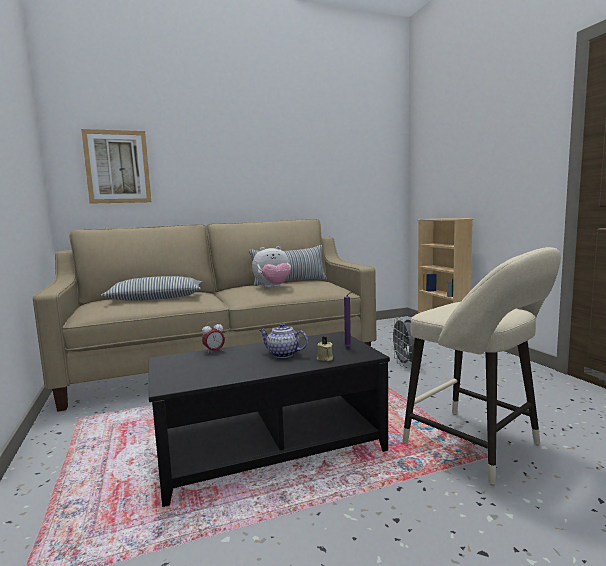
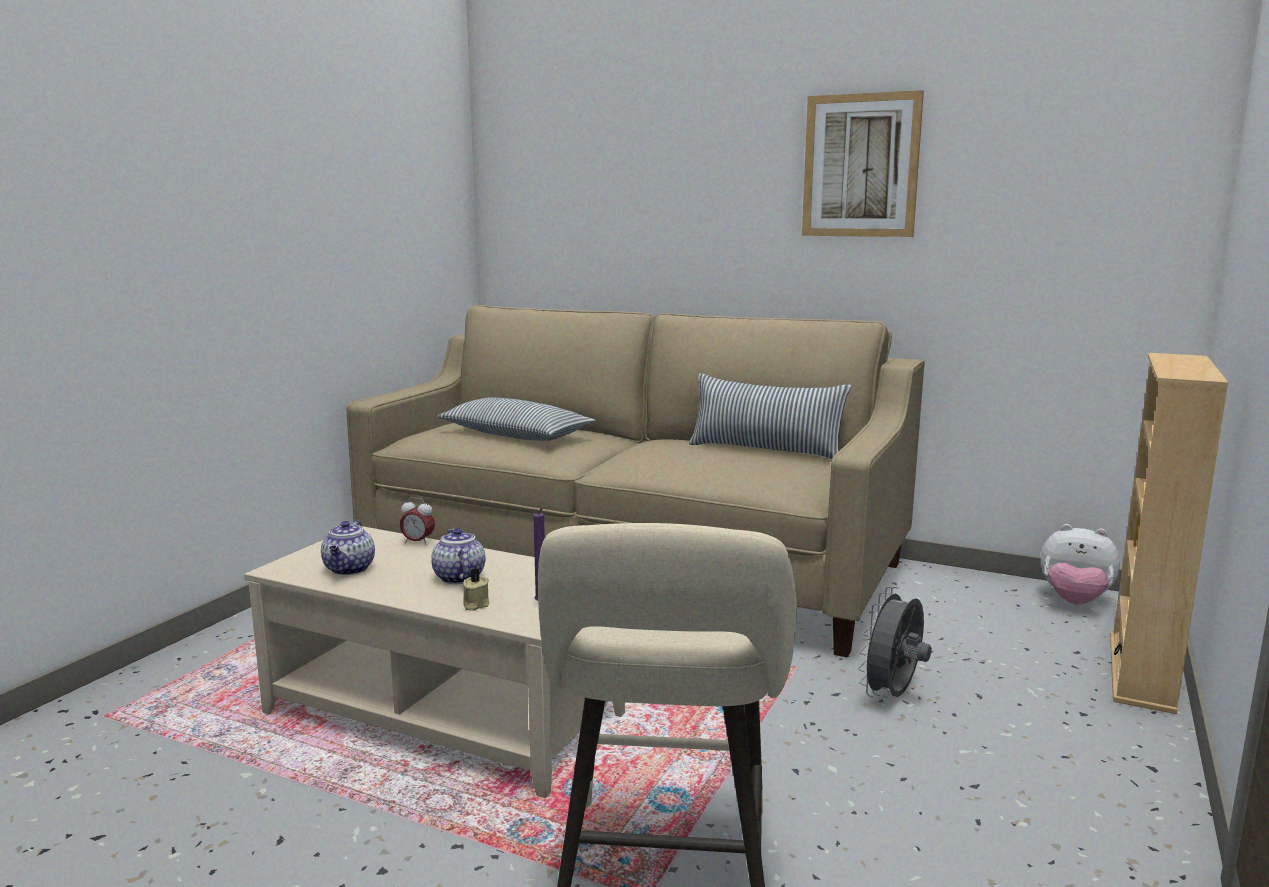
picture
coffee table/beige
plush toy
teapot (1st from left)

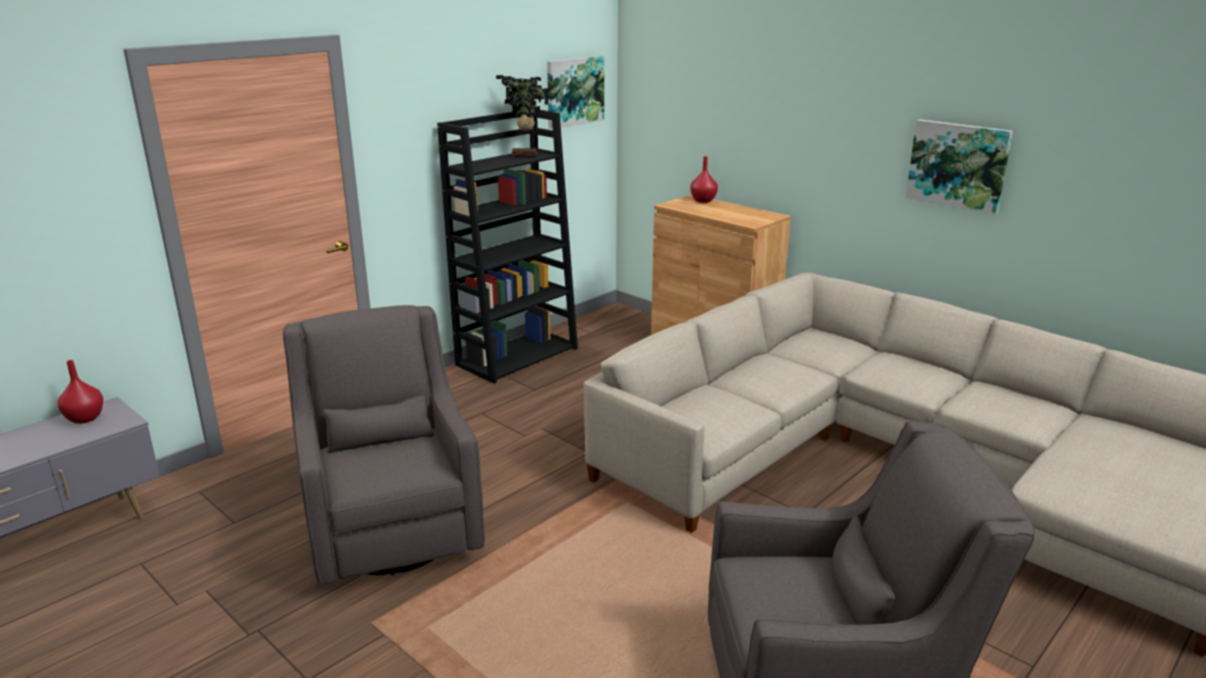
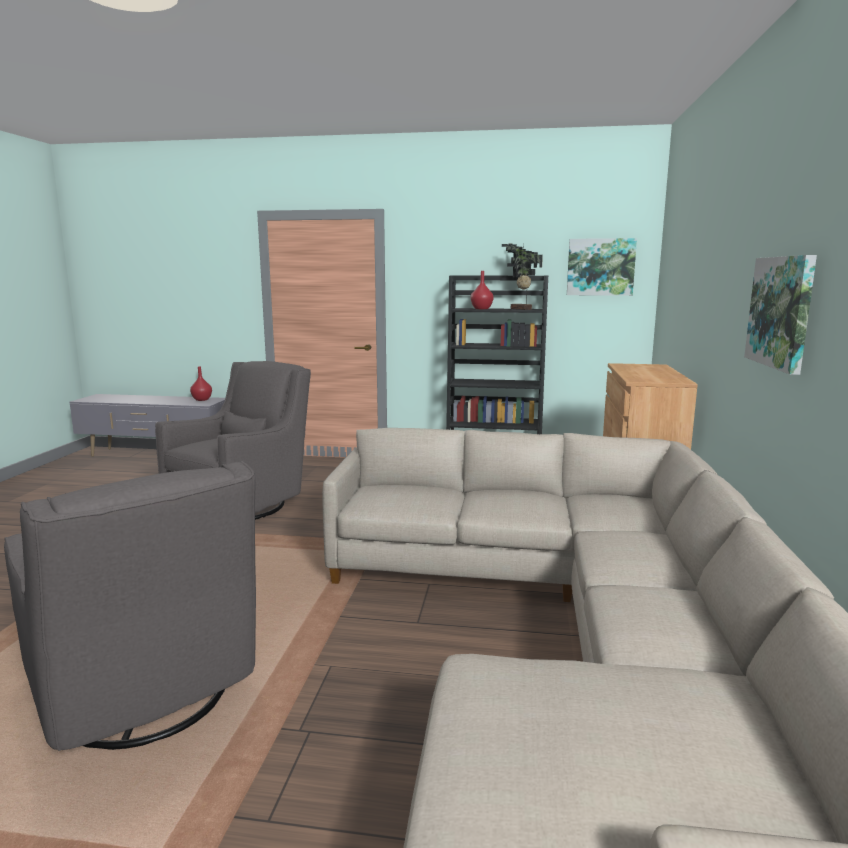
vase/red (2nd from left)

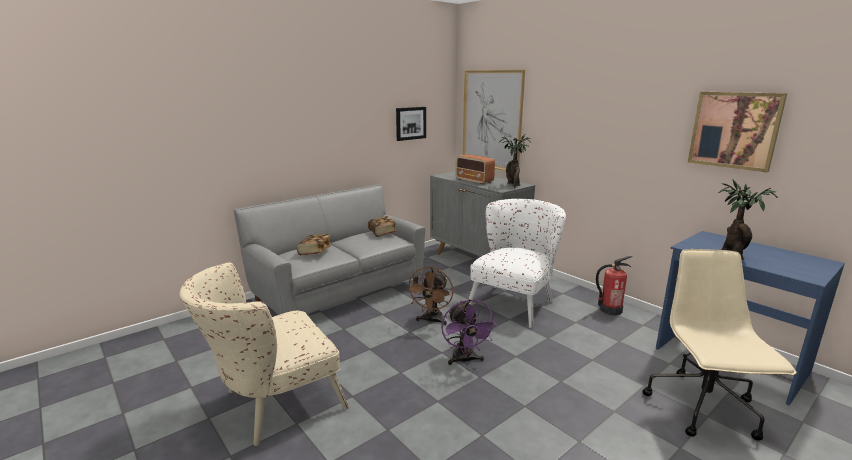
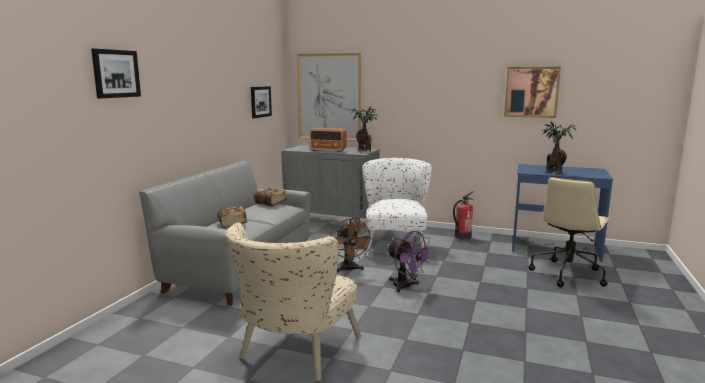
office chair/beige
picture (1st from left)

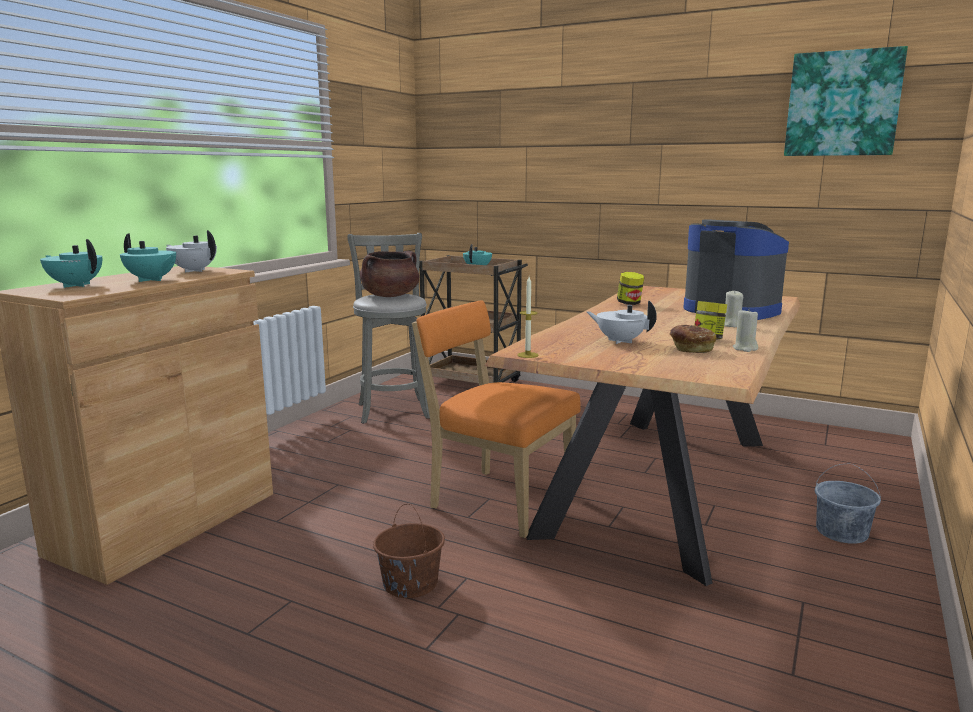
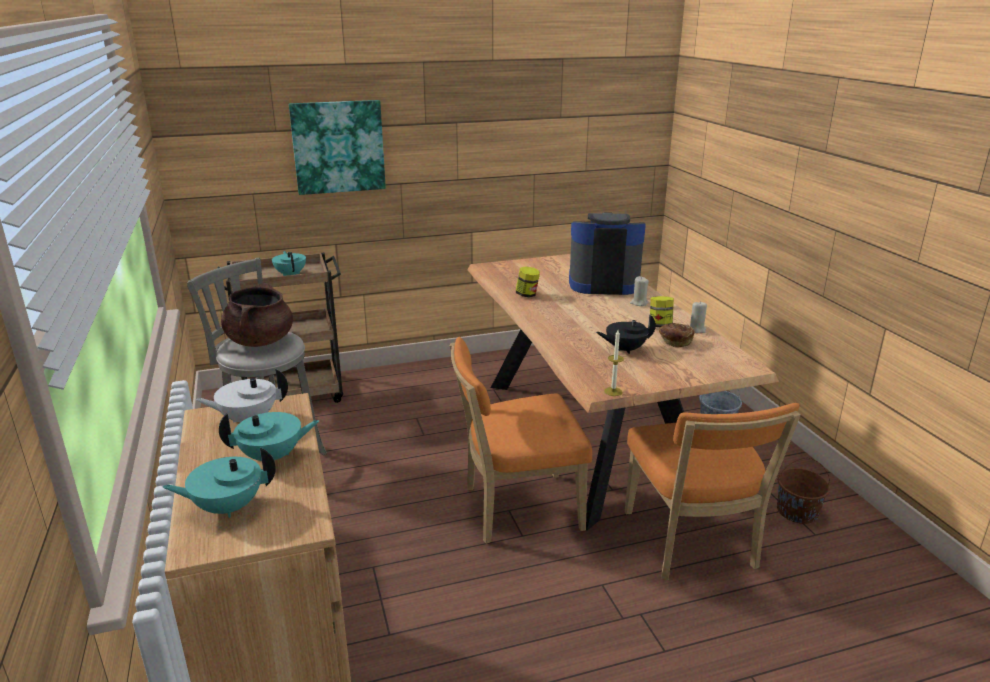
bucket/brown
teapot/black
picture
chair/orange (2nd from left)

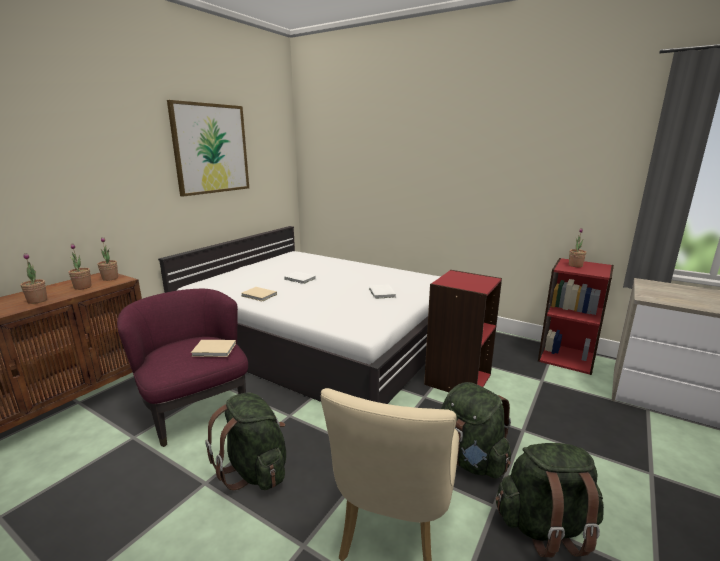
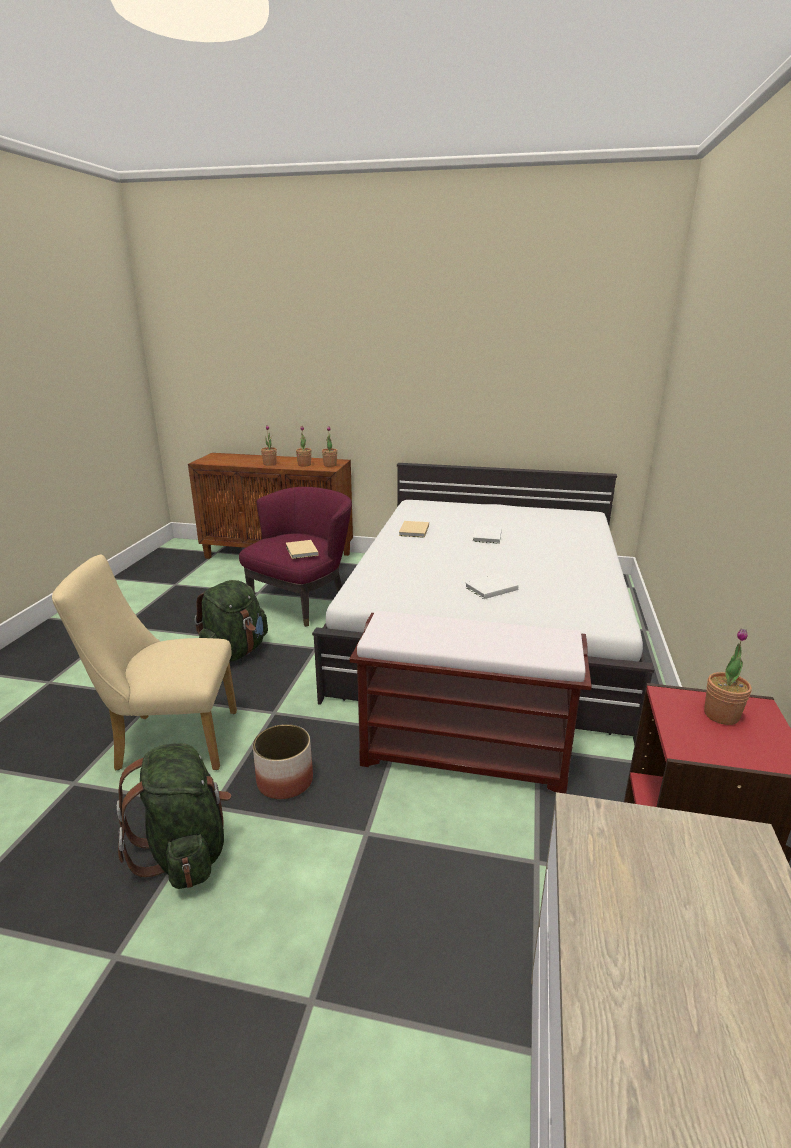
picture
bench/brown
planter

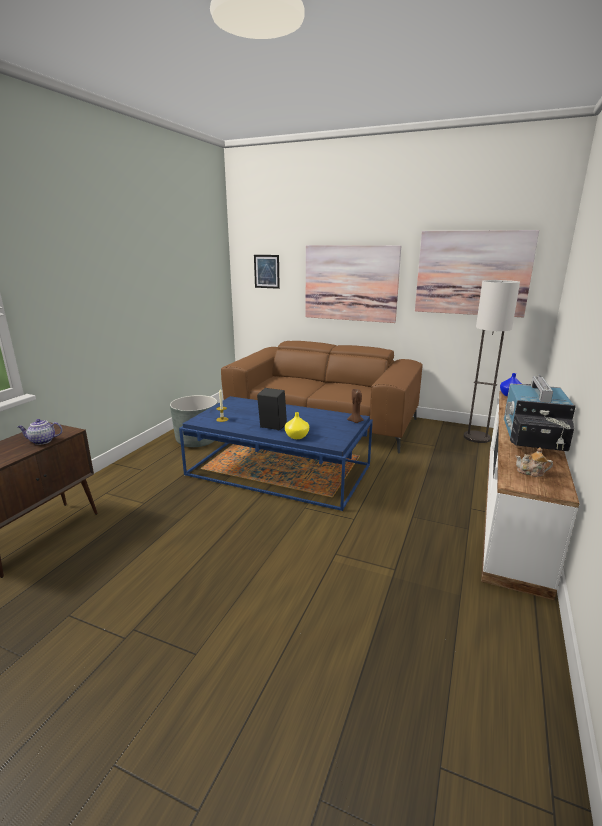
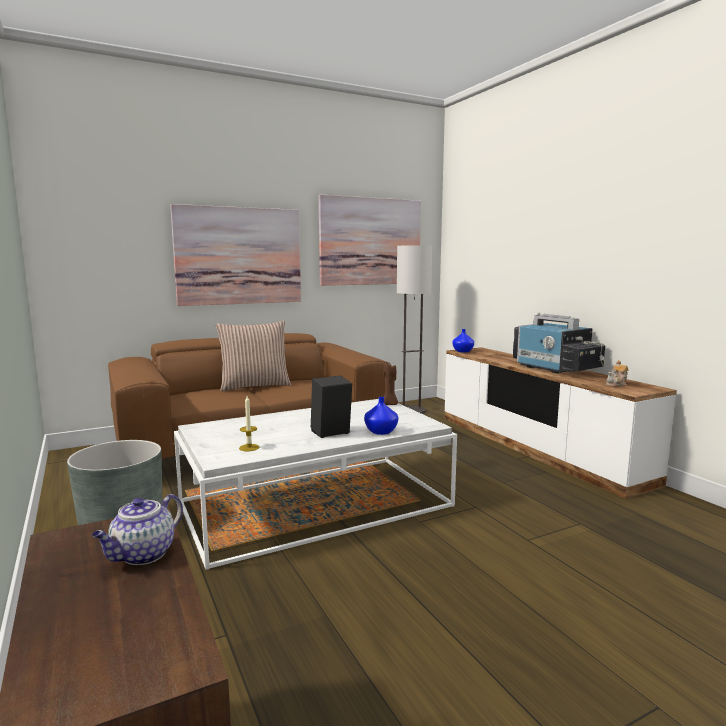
coffee table/white
picture (1st from left in the first image)
vase/blue (1st from left)
pillow

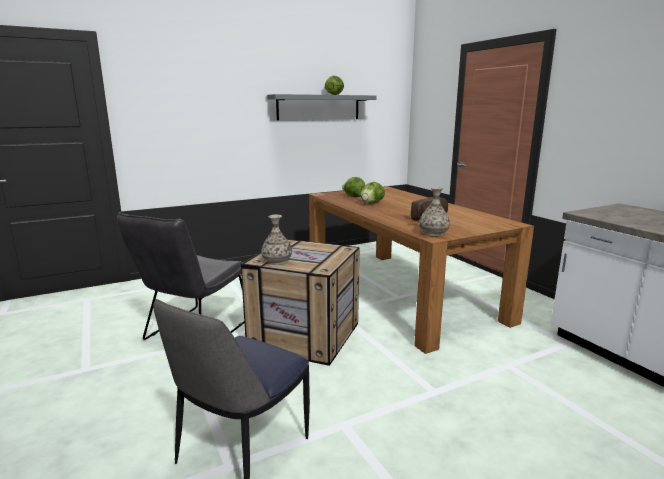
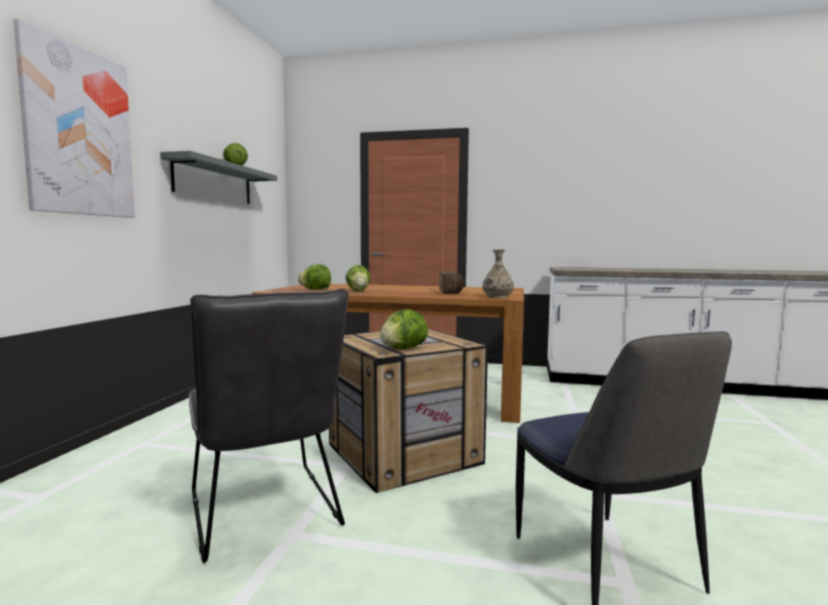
lettuce (4th from left)
picture

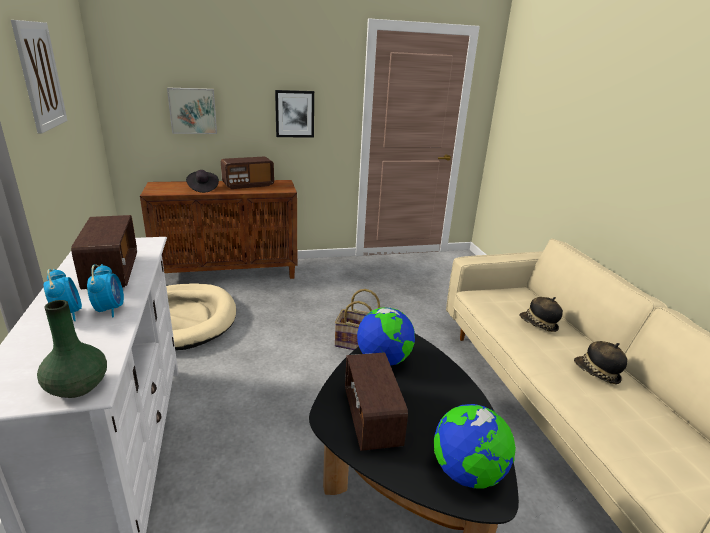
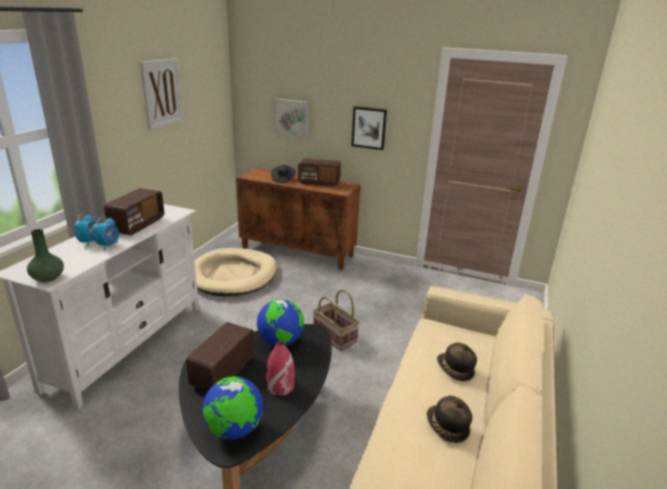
vase/red

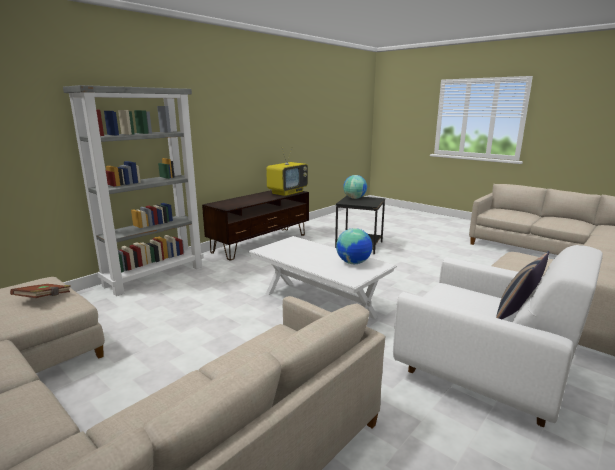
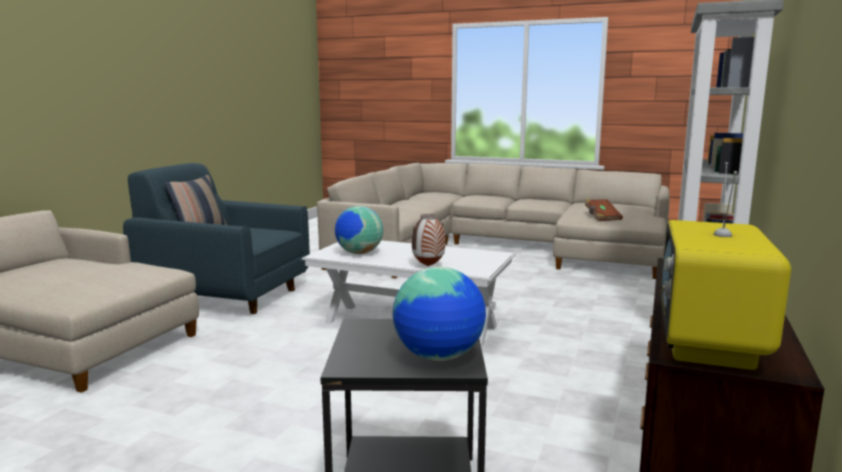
armchair/blue
vase

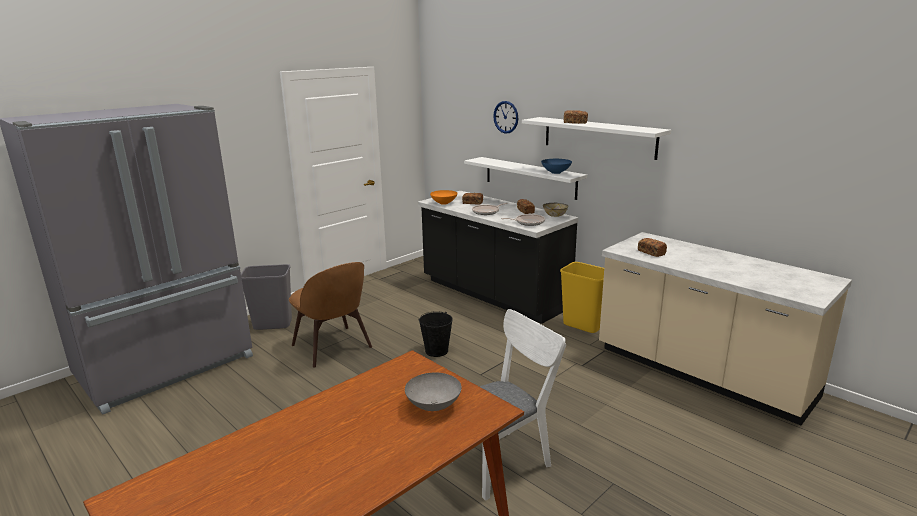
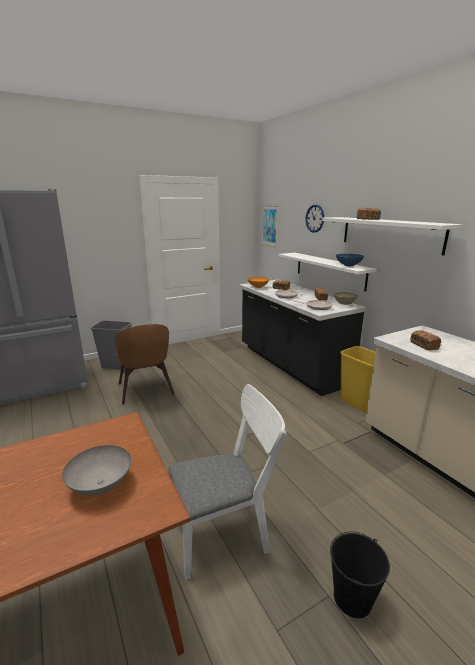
bucket/black
picture

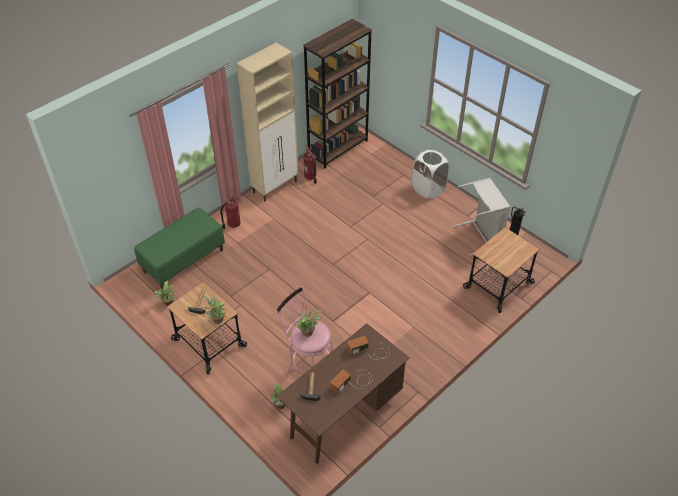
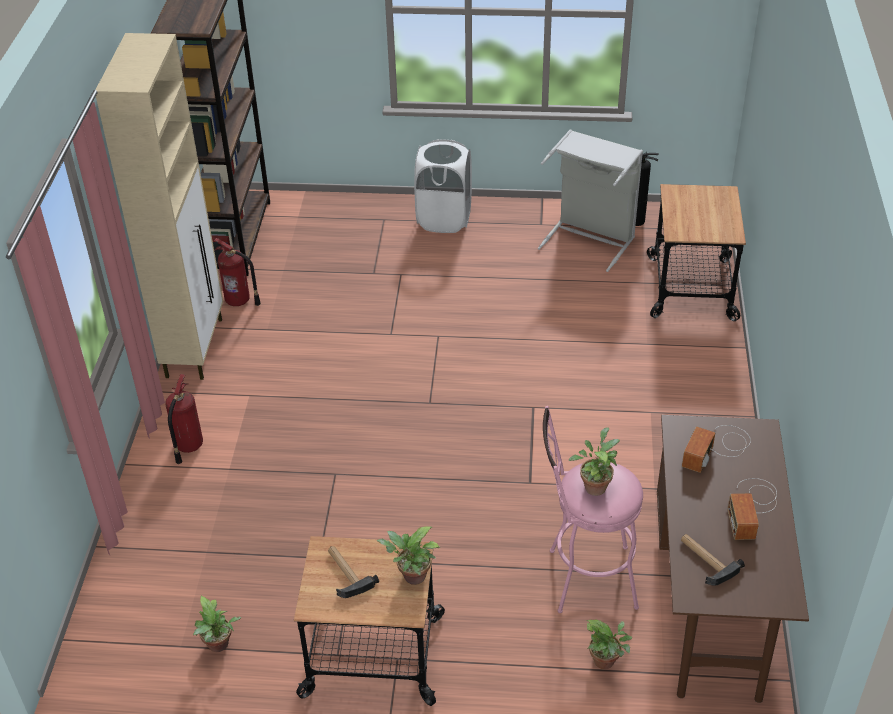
bench/green

